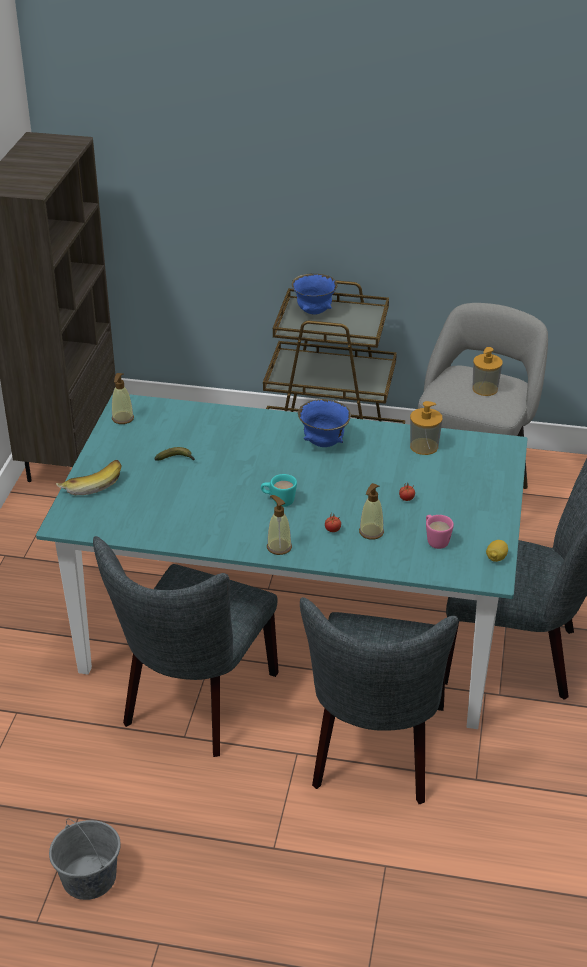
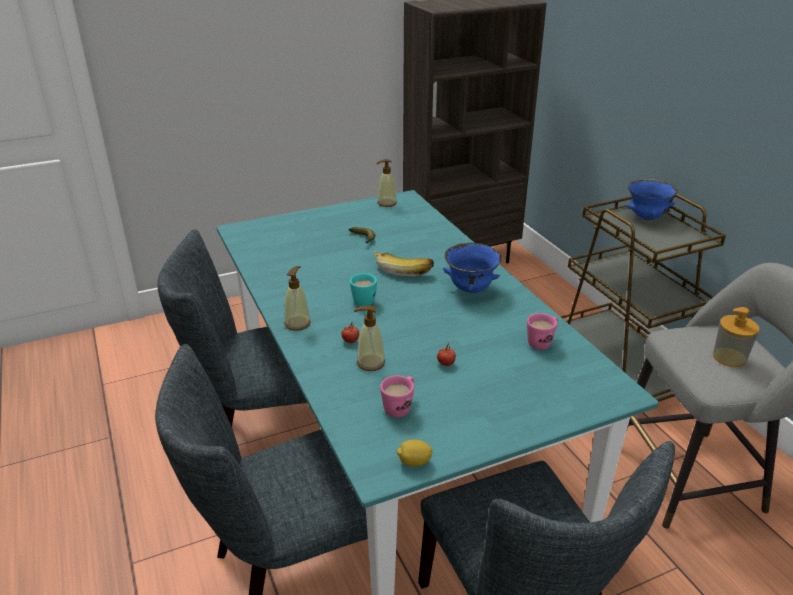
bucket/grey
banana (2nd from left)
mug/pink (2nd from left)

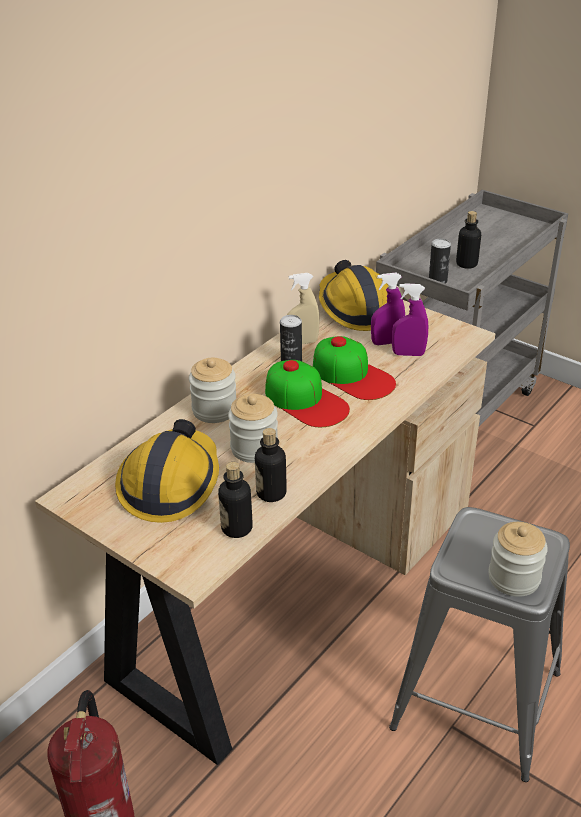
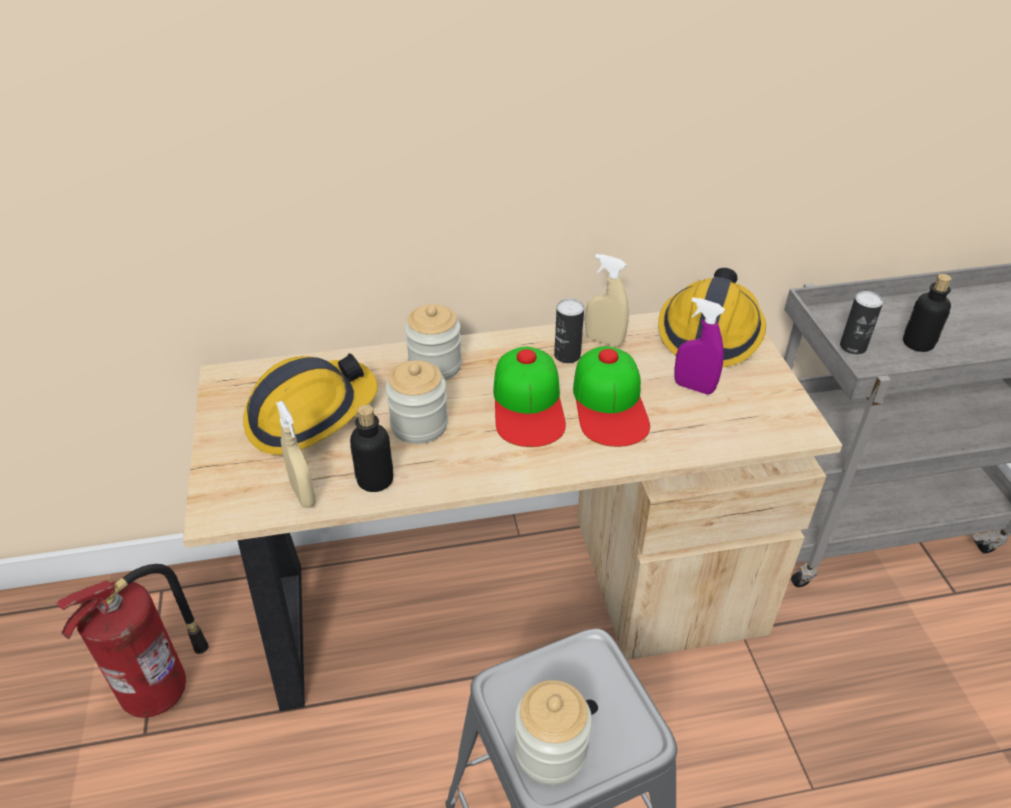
spray bottle/beige (1st from left)
spray bottle/purple (2nd from left in the first image)

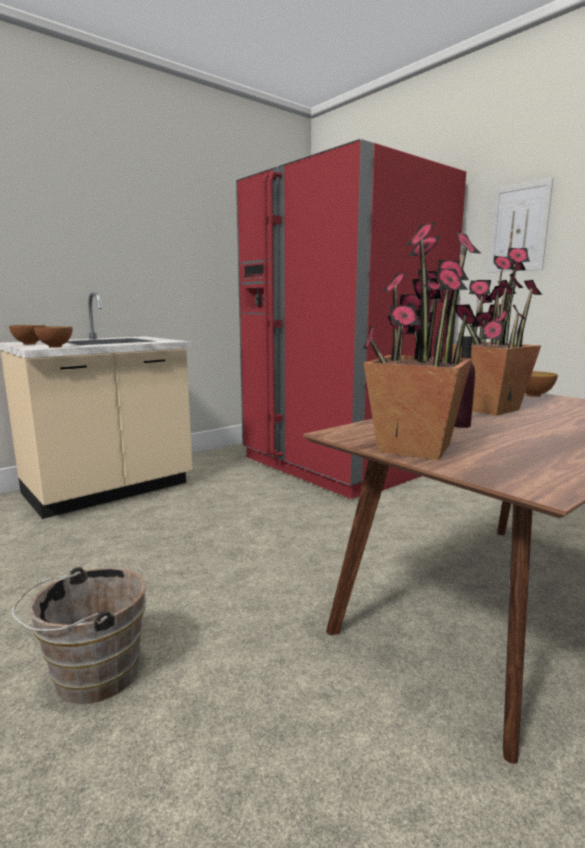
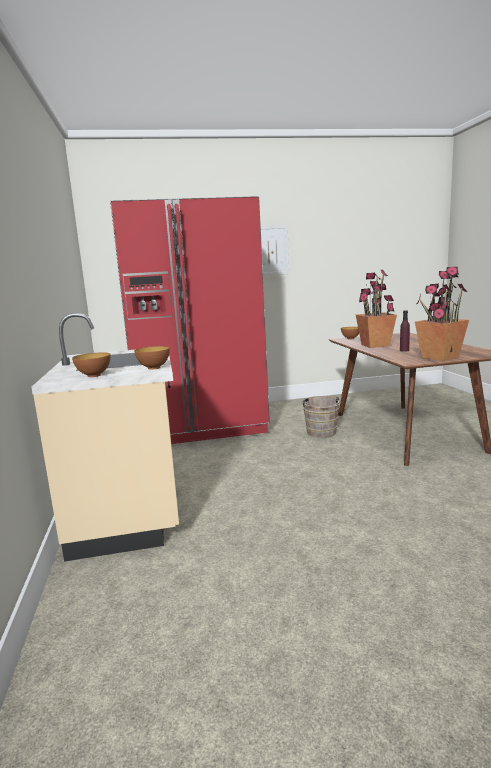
bucket/brown

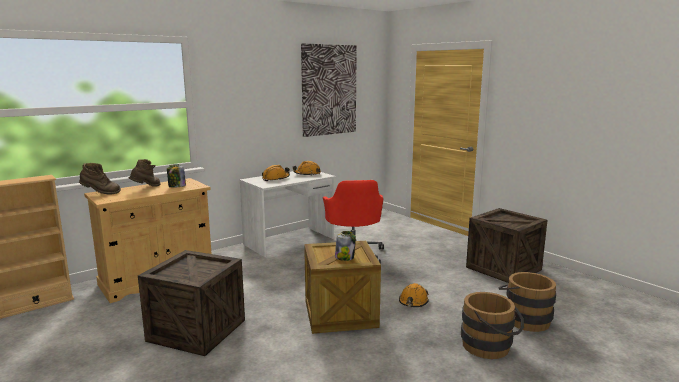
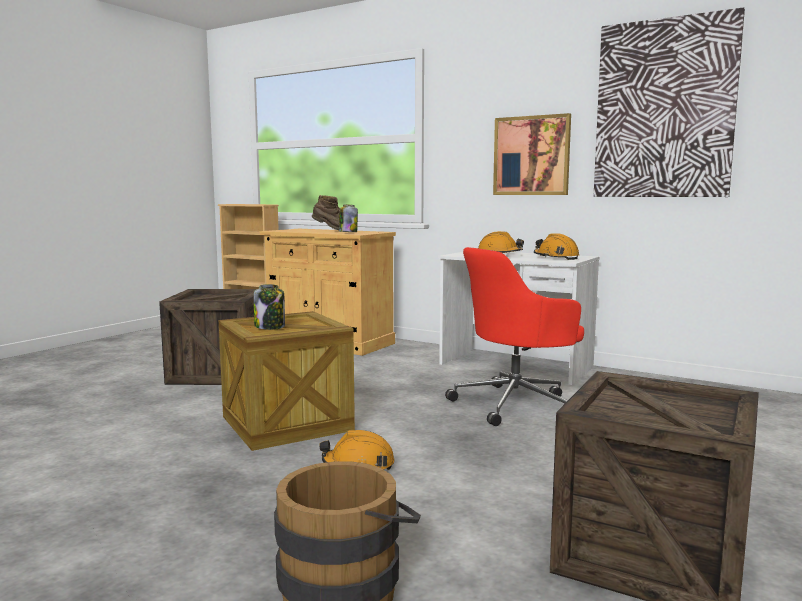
boot/brown (1st from left in the first image)
bucket/brown (1st from left in the first image)
picture (1st from left)

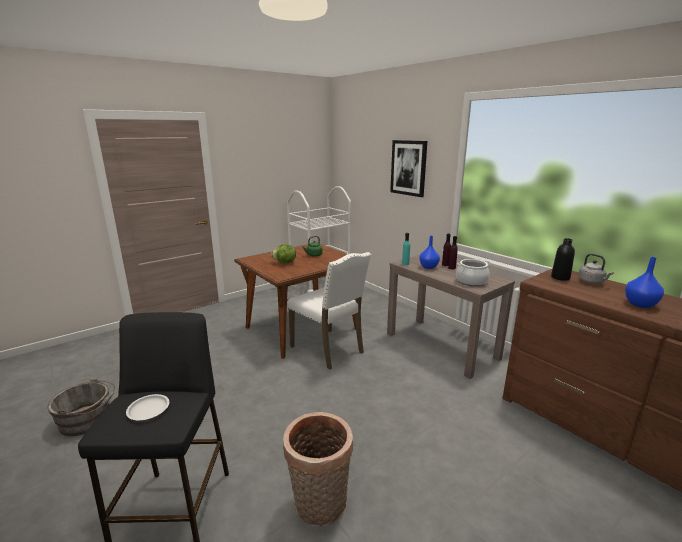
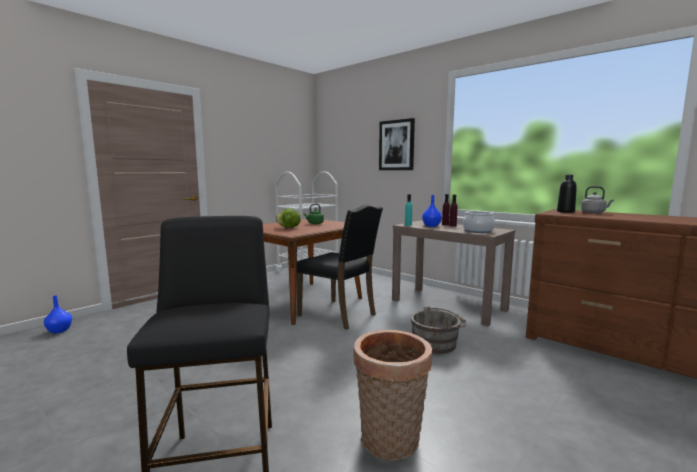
bucket/grey
plate/white
chair/black
vase/blue (1st from left)

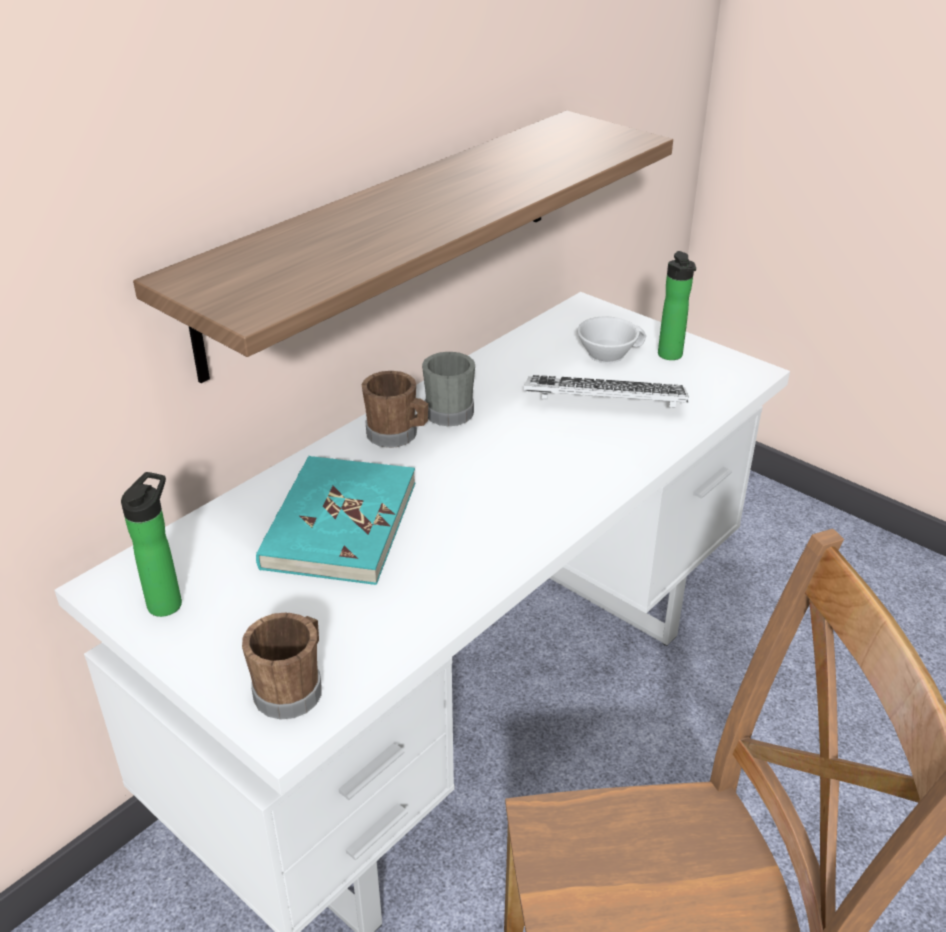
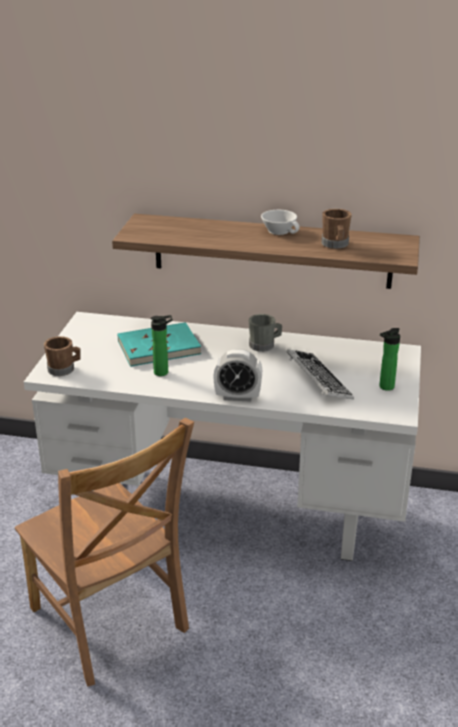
bottle (1st from left)
mug/brown (2nd from left)
cup/white
alarm clock

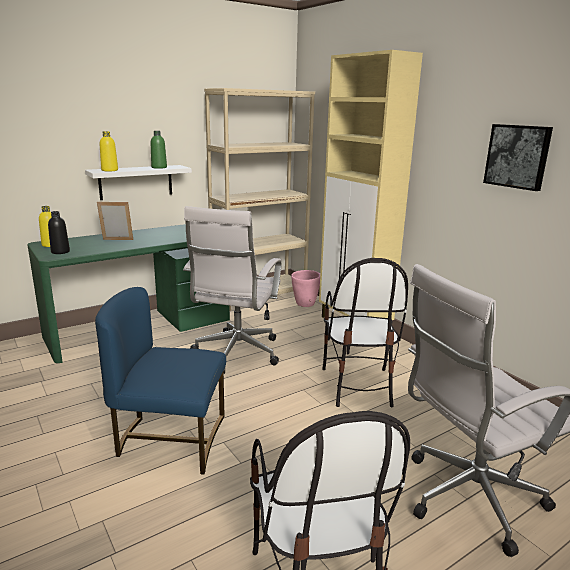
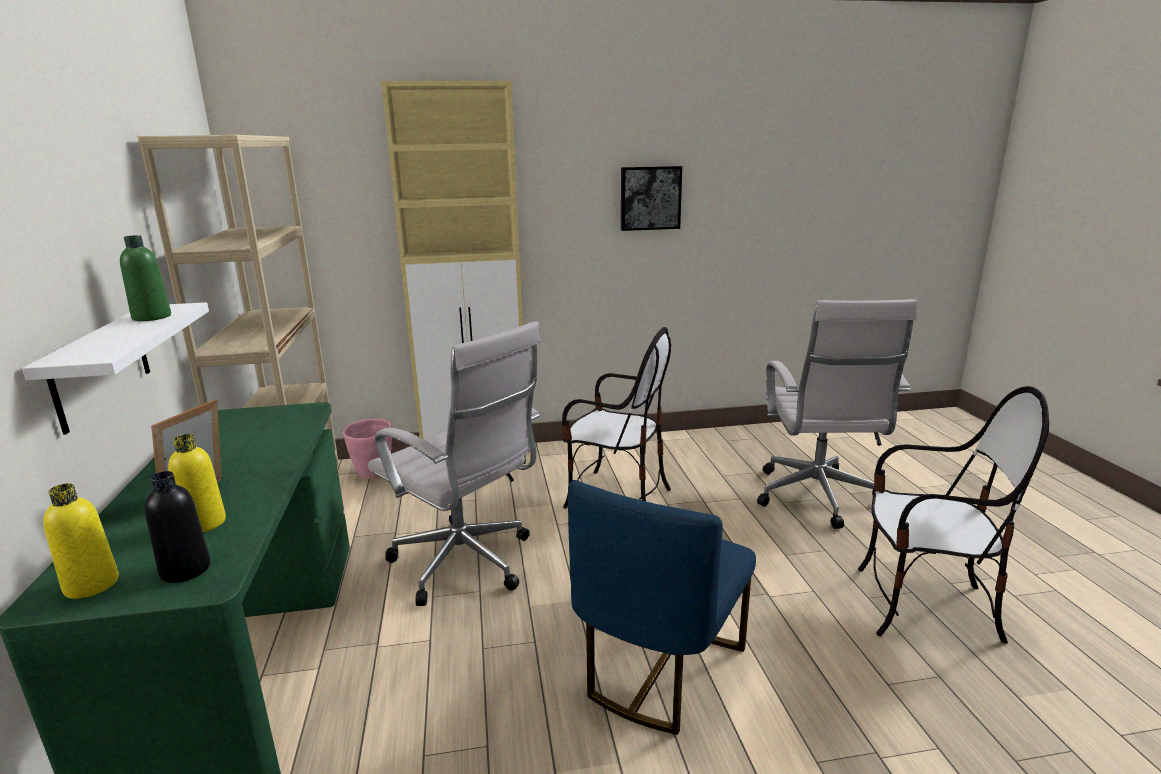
bottle/yellow (2nd from left)

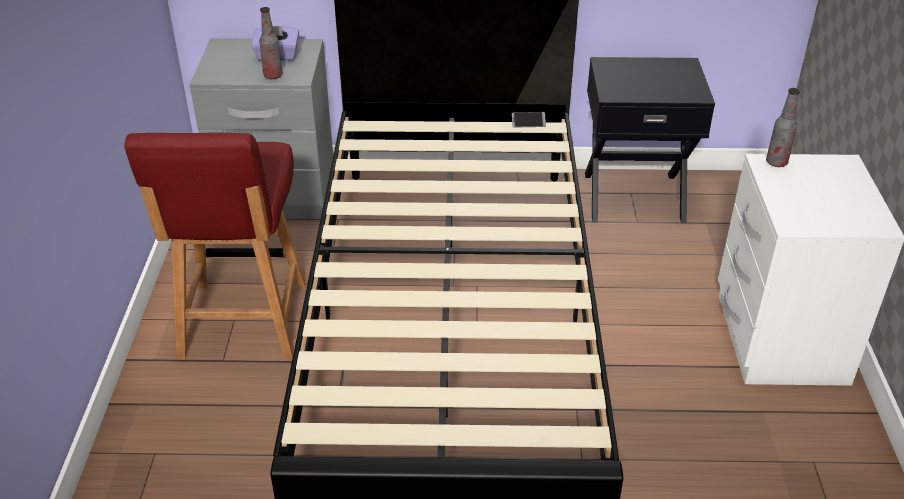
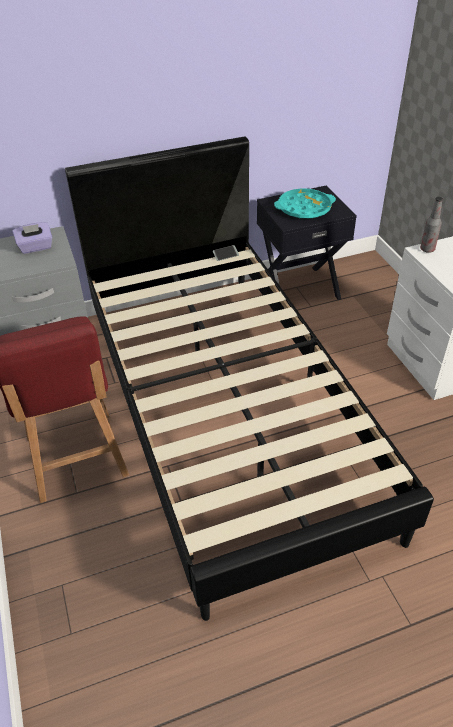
bottle (1st from left in the first image)
tray/turquoise

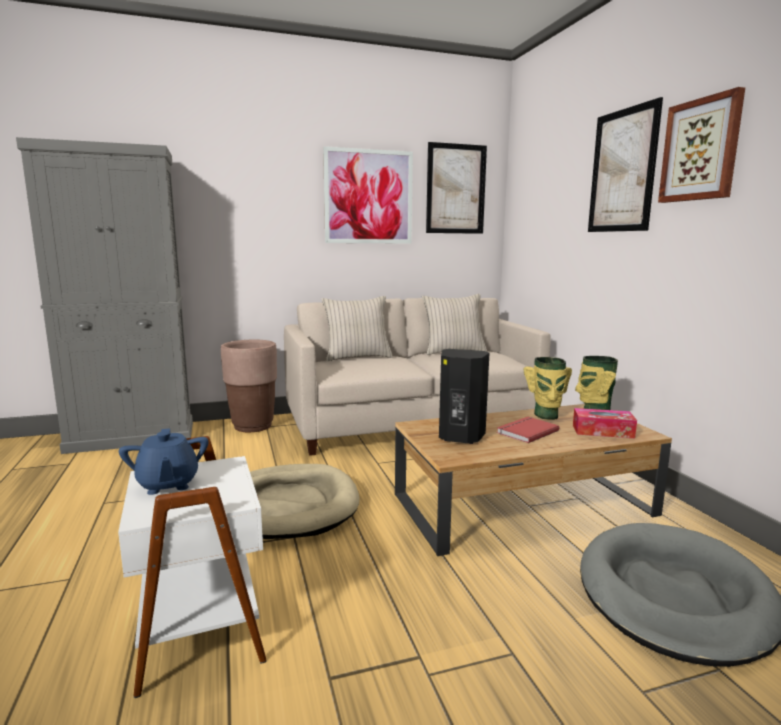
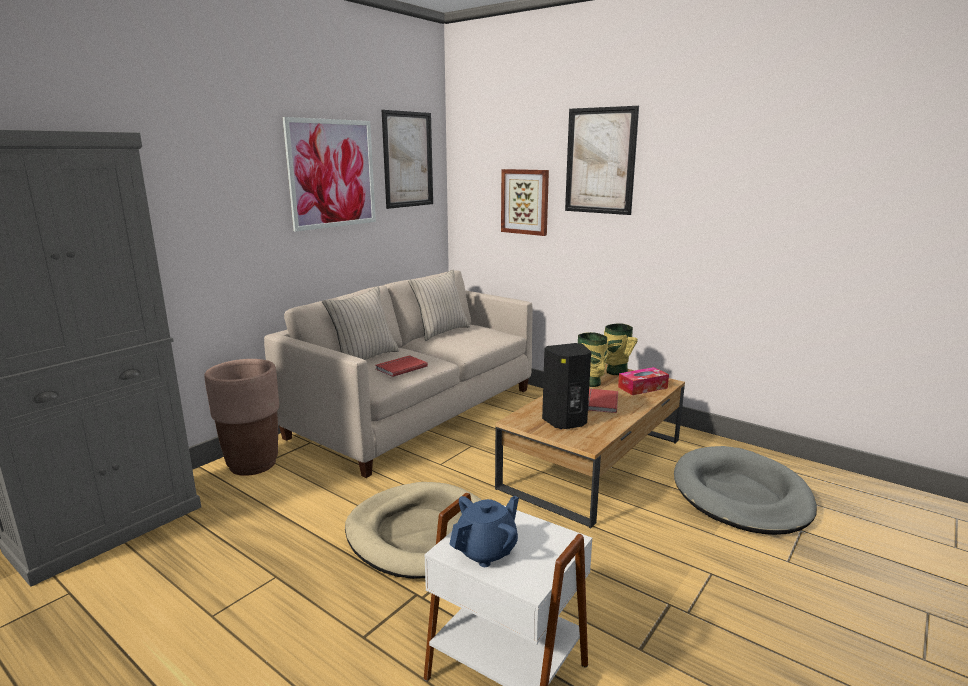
teapot/blue
picture (3rd from left)
book/red (1st from left)

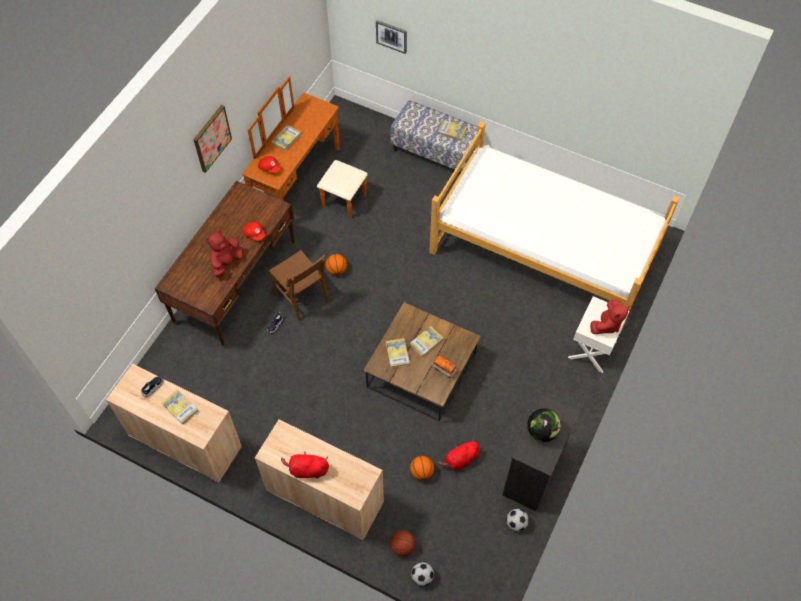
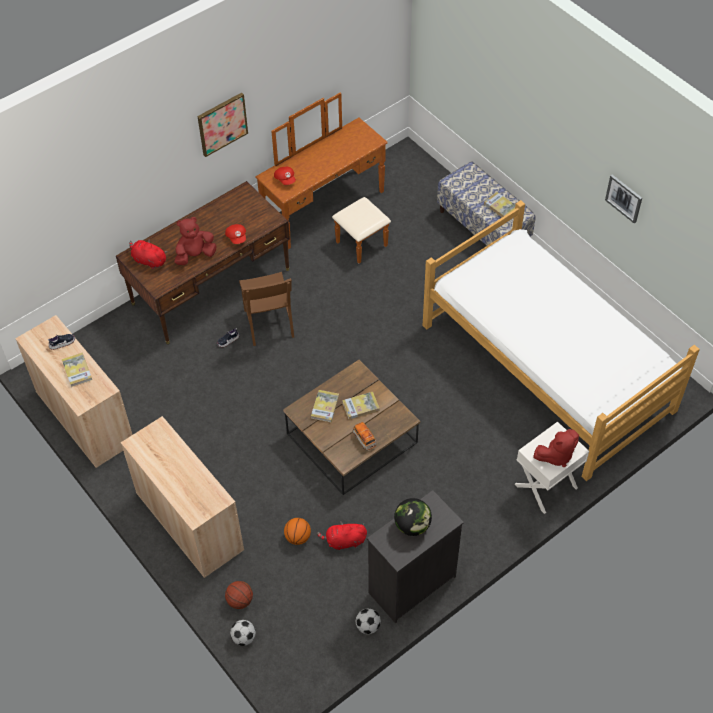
book (2nd from left in the first image)
plush toy/red (1st from left)
basketball (1st from left in the first image)
picture (2nd from left)

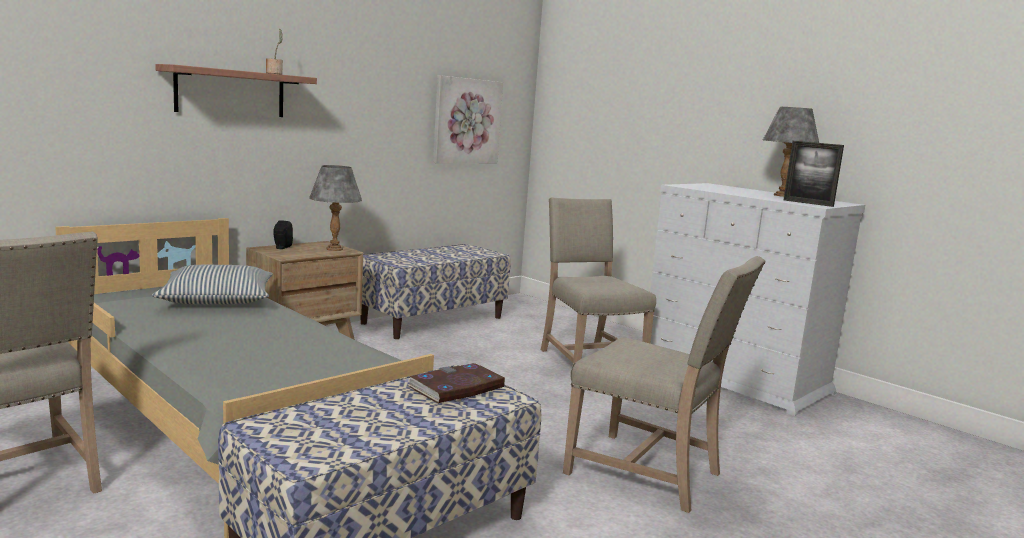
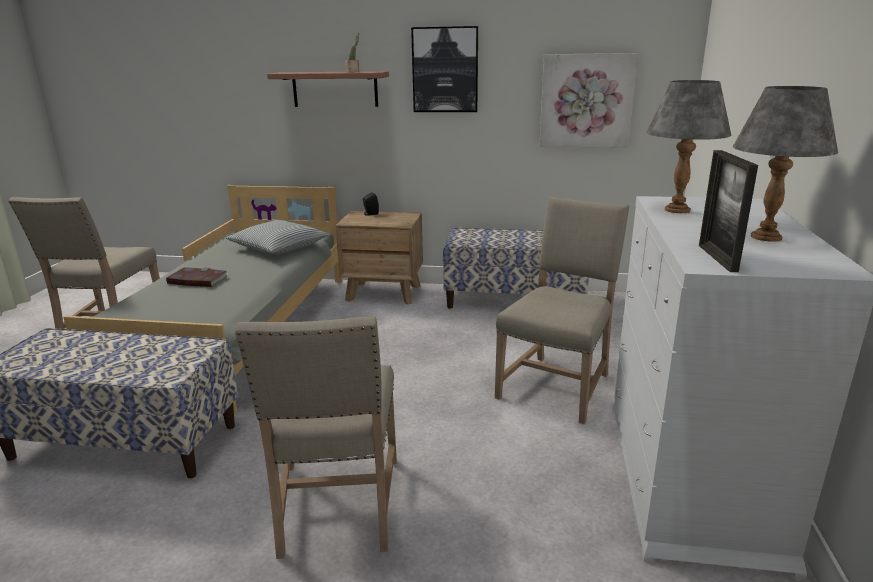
table lamp/grey (1st from left)
book
picture (1st from left)

